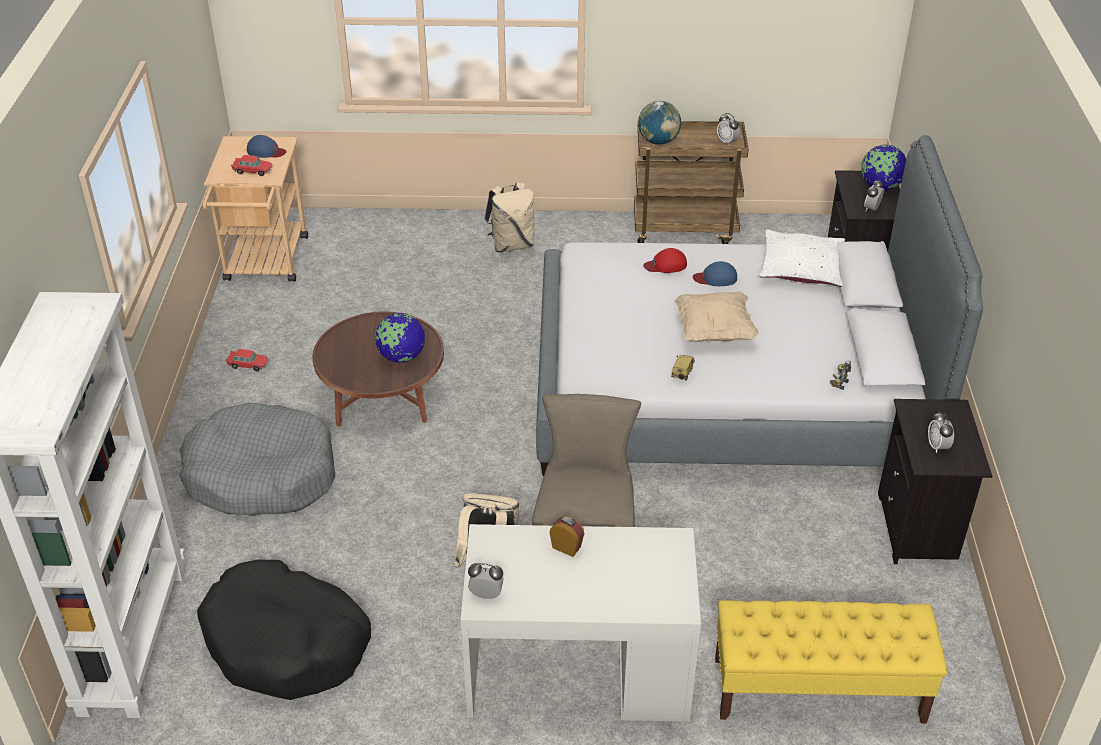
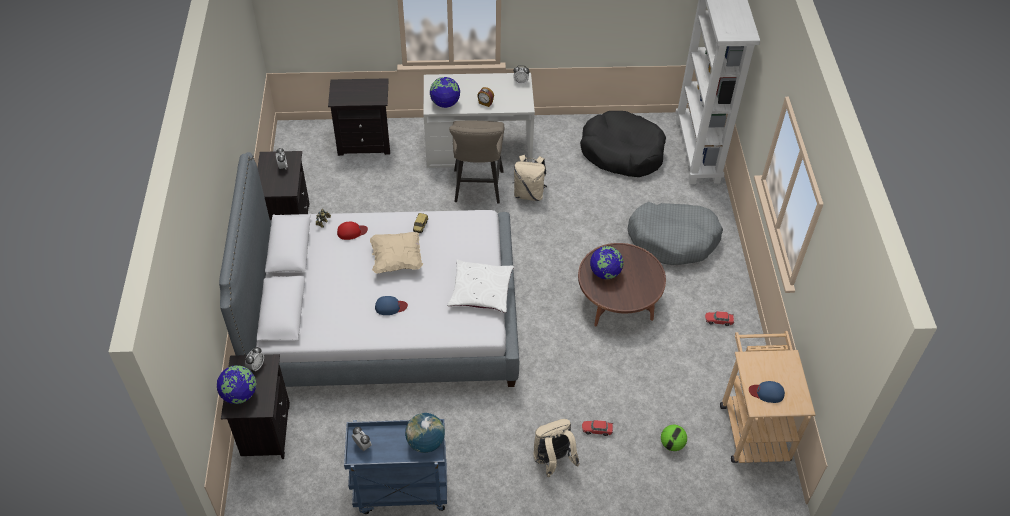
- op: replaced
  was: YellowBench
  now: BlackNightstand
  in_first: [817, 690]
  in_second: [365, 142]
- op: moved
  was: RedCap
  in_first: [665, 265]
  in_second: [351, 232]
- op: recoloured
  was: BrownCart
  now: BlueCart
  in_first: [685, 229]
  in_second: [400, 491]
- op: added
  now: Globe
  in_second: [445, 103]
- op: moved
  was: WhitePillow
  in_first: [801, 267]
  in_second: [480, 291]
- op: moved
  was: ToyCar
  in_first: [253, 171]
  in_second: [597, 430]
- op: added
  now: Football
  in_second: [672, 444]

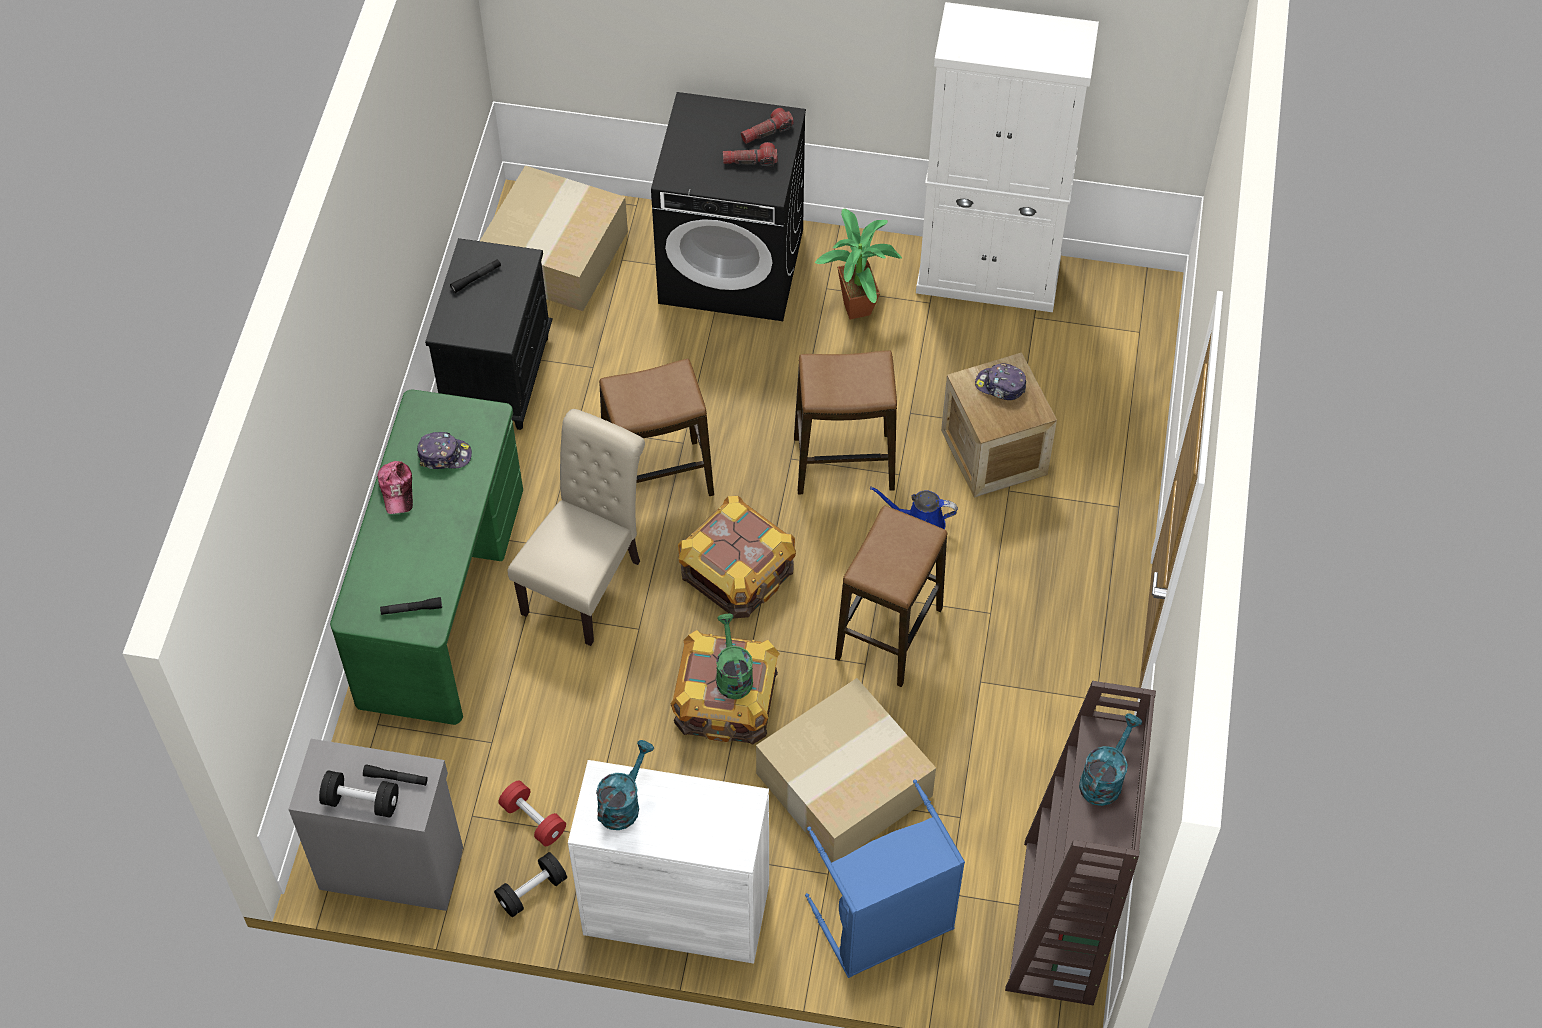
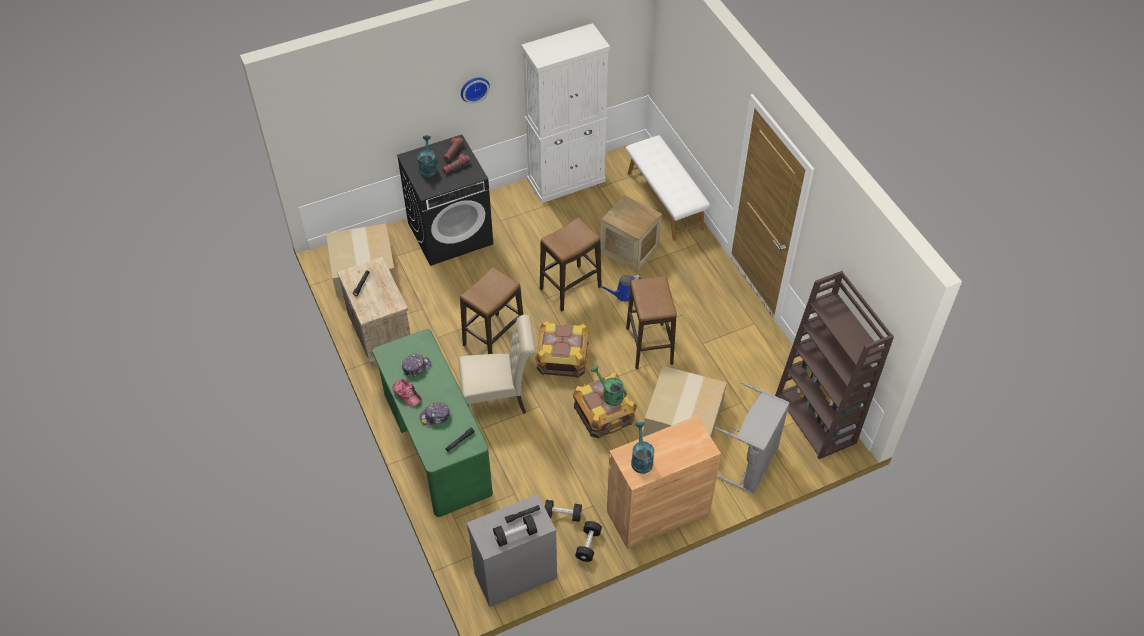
- op: recoloured
  was: BlackNightstand
  now: BeigeNightstand
  in_first: [498, 376]
  in_second: [381, 335]
- op: moved
  was: TurquoiseWateringCan
  in_first: [1104, 778]
  in_second: [427, 167]
- op: moved
  was: Cap
  in_first: [1000, 386]
  in_second: [435, 416]
- op: turned
  was: BeigeChair
  in_first: [587, 581]
  in_second: [499, 400]
  clockwise: 90
- op: added
  now: WallClock
  in_second: [474, 88]
- op: recoloured
  was: RedDumbbell
  now: BlackDumbbell
  in_first: [533, 820]
  in_second: [562, 515]
- op: recoloured
  was: WhiteCabinet
  now: BrownCabinet
  in_first: [676, 909]
  in_second: [658, 512]
- op: added
  now: WhiteBench
  in_second: [665, 200]
- op: recoloured
  was: BlueLaundryBasket
  now: GreyLaundryBasket
  in_first: [886, 926]
  in_second: [750, 464]
- op: removed
  was: PottedPlant
  in_first: [858, 304]

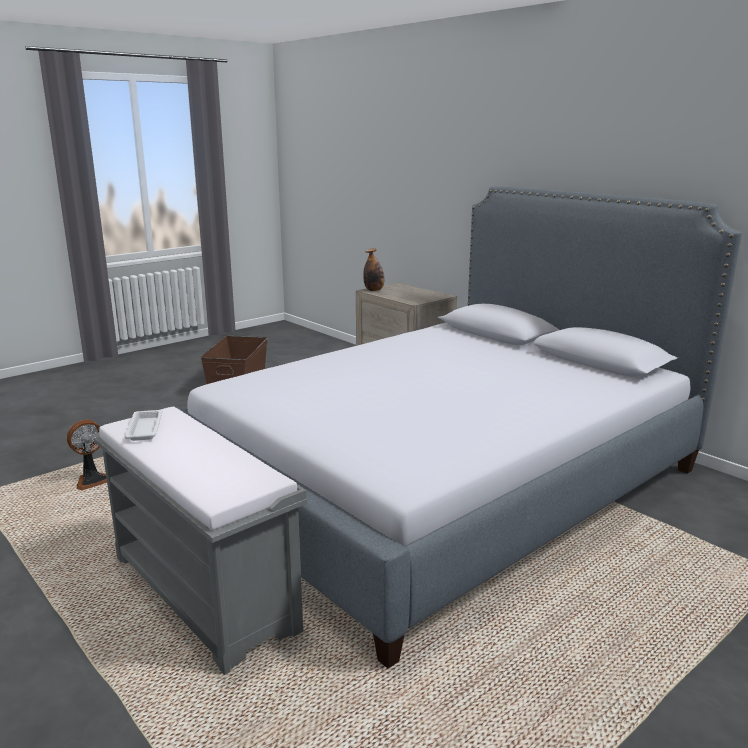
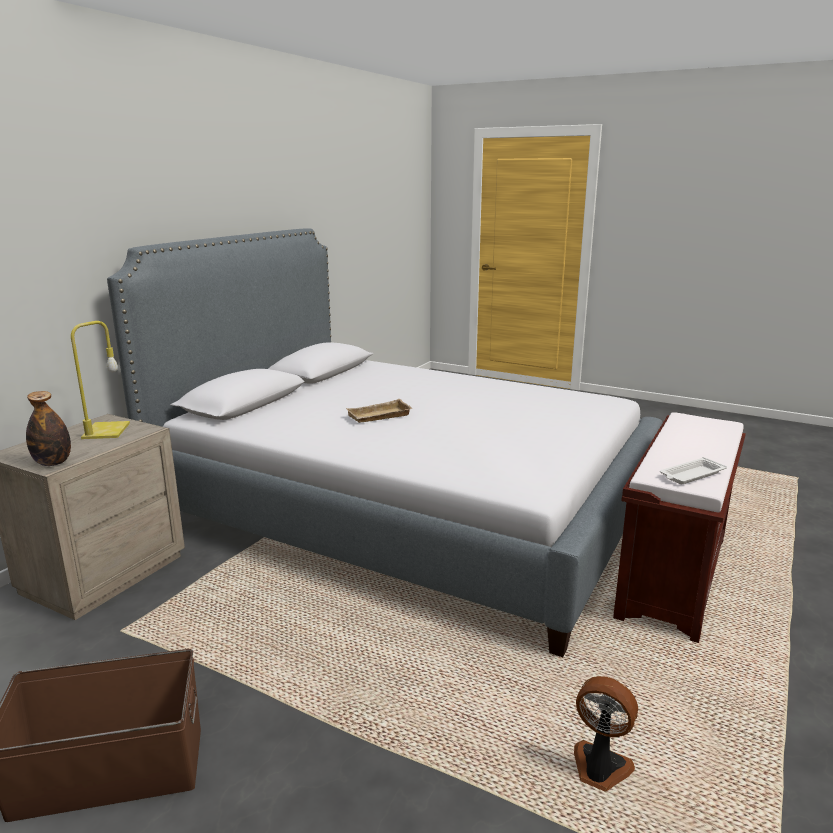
- op: added
  now: YellowTableLamp
  in_second: [106, 431]
- op: added
  now: BeigeTray
  in_second: [379, 416]
- op: recoloured
  was: GreyBench
  now: BrownBench
  in_first: [205, 593]
  in_second: [672, 575]

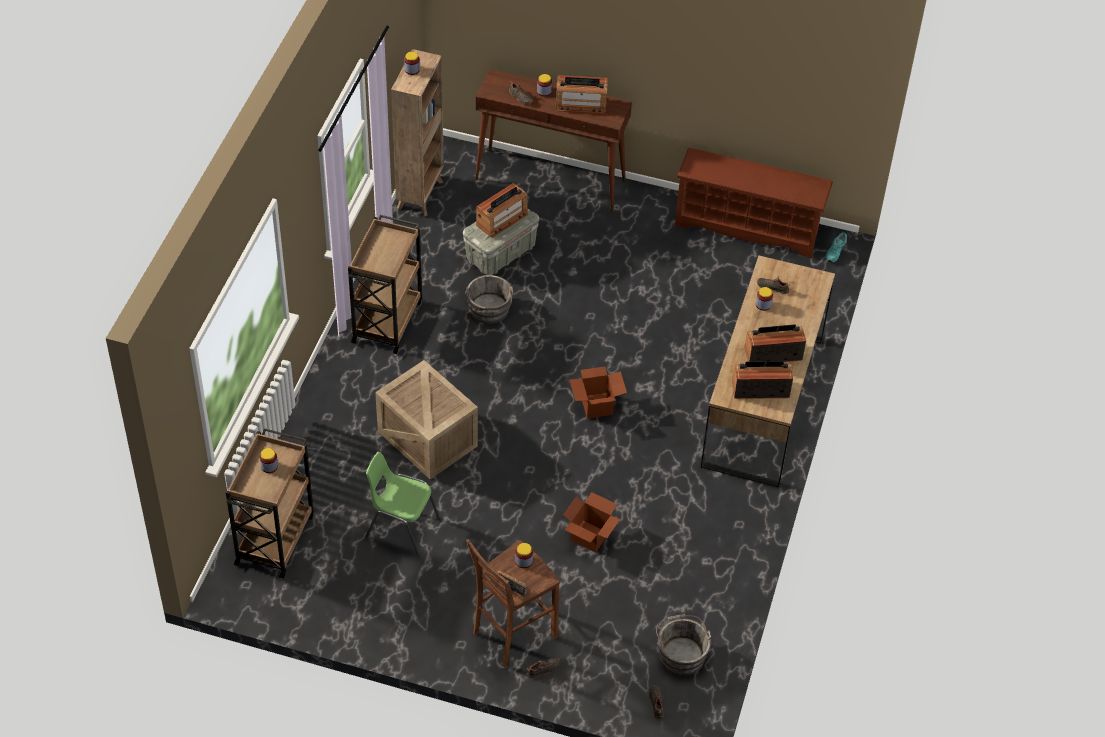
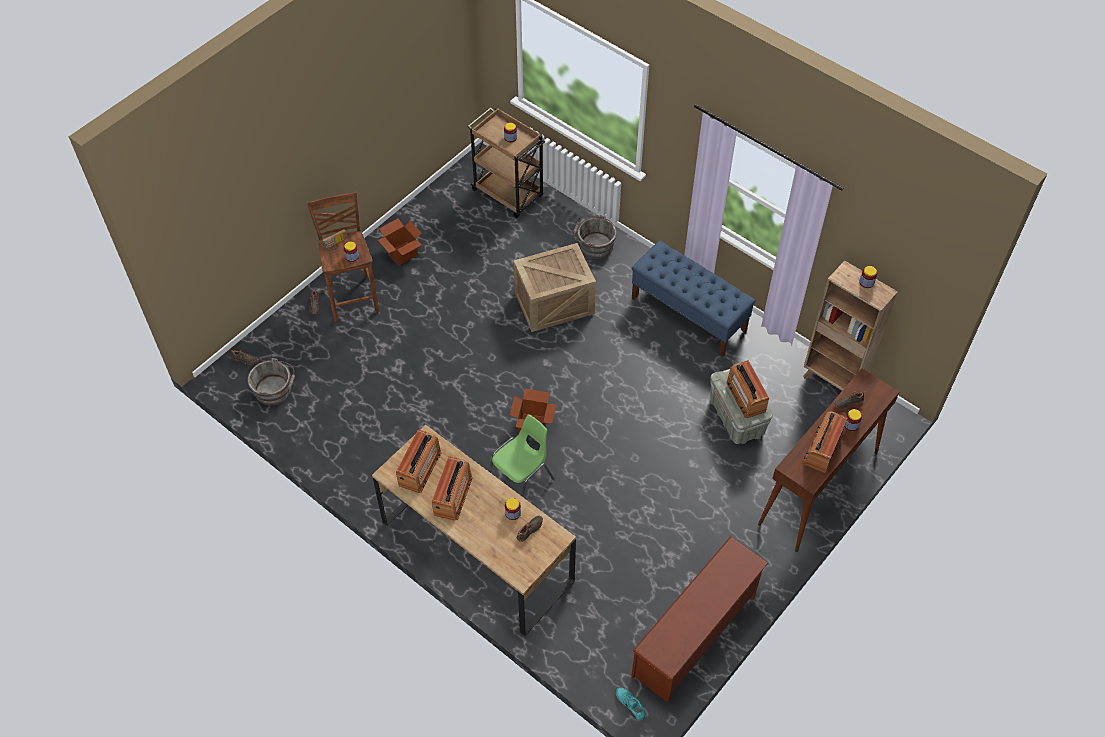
- op: moved
  was: CardboardBox
  in_first: [589, 536]
  in_second: [402, 253]
- op: moved
  was: GreenChair
  in_first: [401, 528]
  in_second: [521, 481]
- op: moved
  was: GreyBucket
  in_first: [489, 311]
  in_second: [594, 245]
- op: replaced
  was: BrownCart
  now: BlueBench
  in_first: [387, 320]
  in_second: [689, 314]

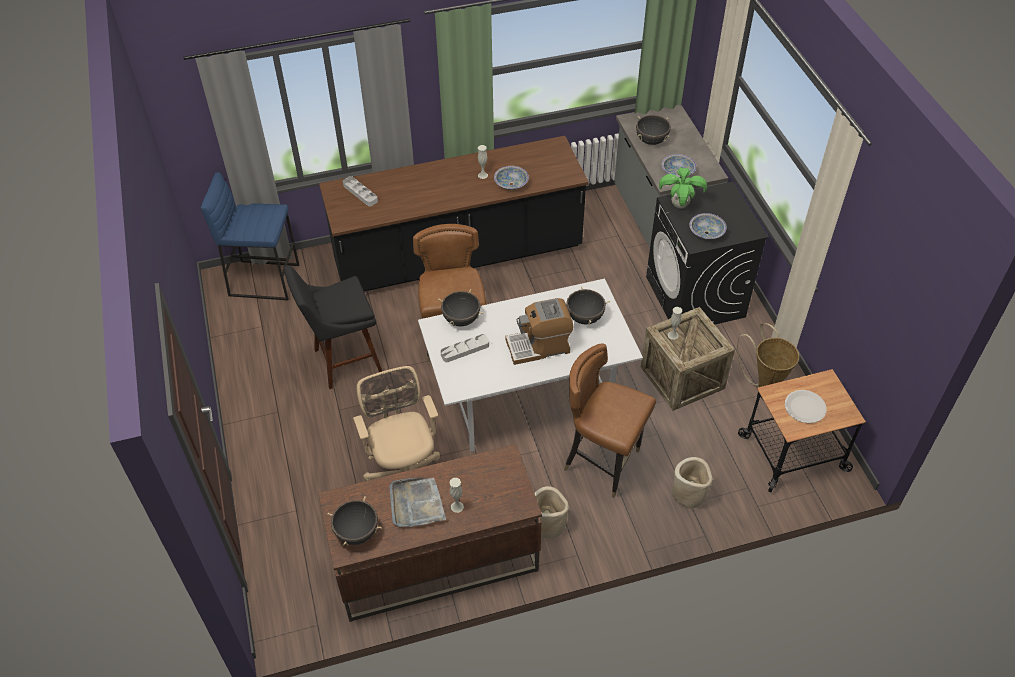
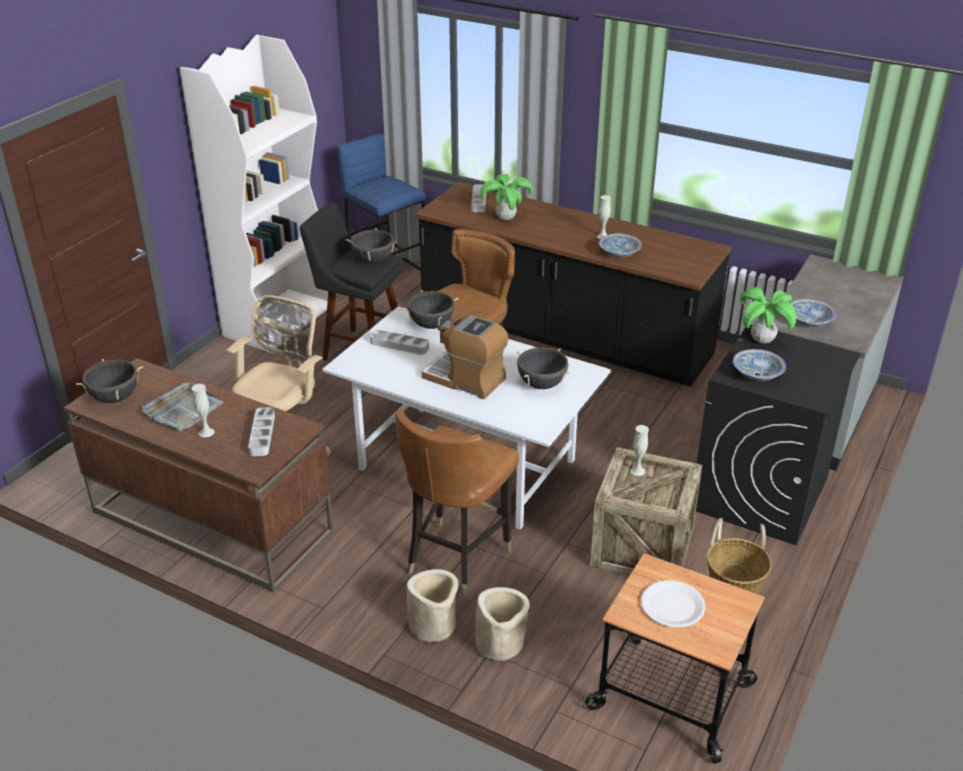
- op: added
  now: WhiteBookcase
  in_second: [279, 320]
- op: added
  now: GreyTray
  in_second: [262, 434]
- op: moved
  was: BlackCookingPot
  in_first: [651, 140]
  in_second: [373, 260]
- op: turned
  was: BrownChair
  in_first: [602, 463]
  in_second: [456, 558]
  clockwise: -135
- op: moved
  was: BeigePlanter
  in_first: [548, 524]
  in_second: [434, 625]
- op: added
  now: PottedPlant
  in_second: [506, 219]

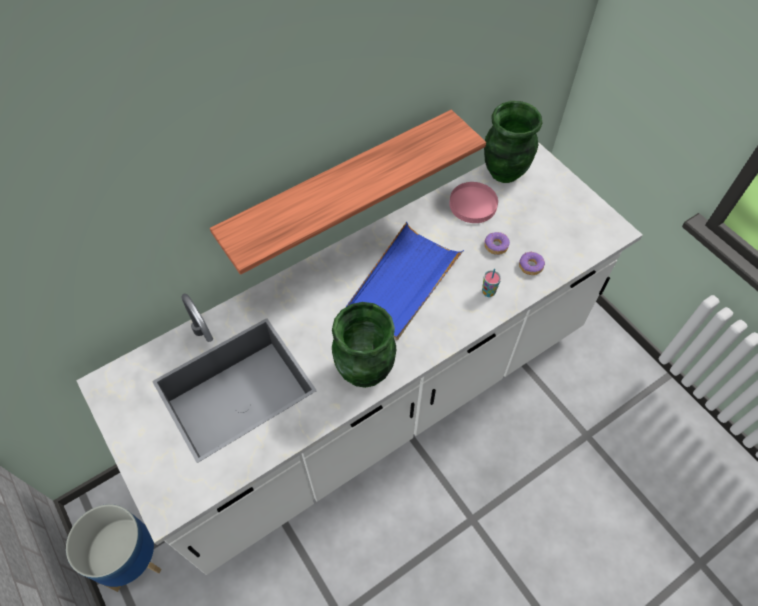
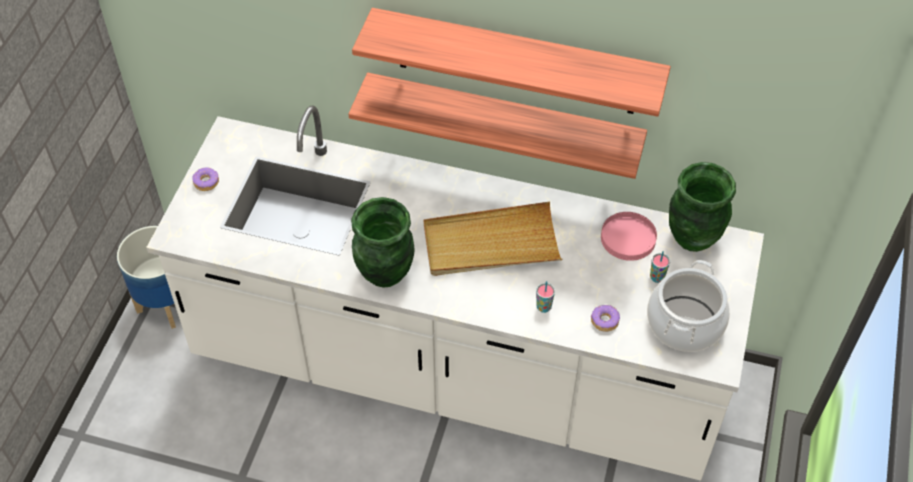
- op: moved
  was: Donut
  in_first: [495, 246]
  in_second: [206, 182]
- op: added
  now: Shelf
  in_second: [516, 62]
- op: recoloured
  was: BlueTray
  now: BeigeTray
  in_first: [403, 283]
  in_second: [490, 244]
- op: added
  now: CookingPot
  in_second: [685, 323]
- op: added
  now: Cup
  in_second: [657, 277]

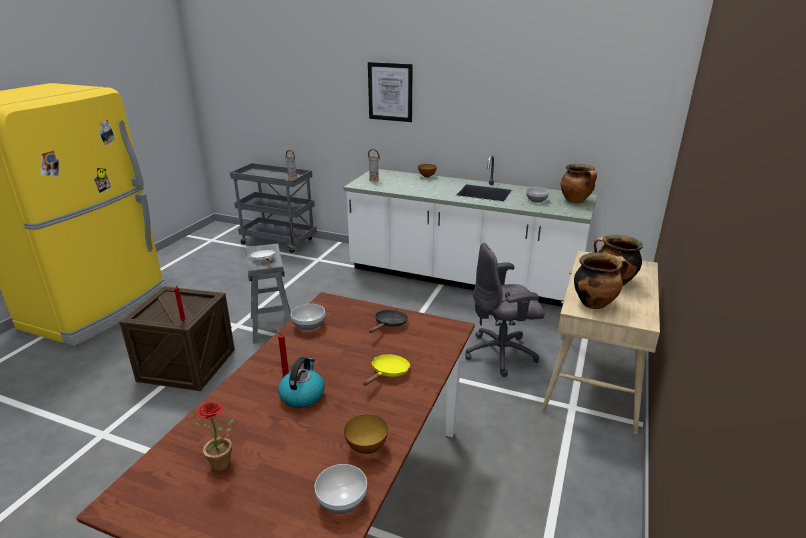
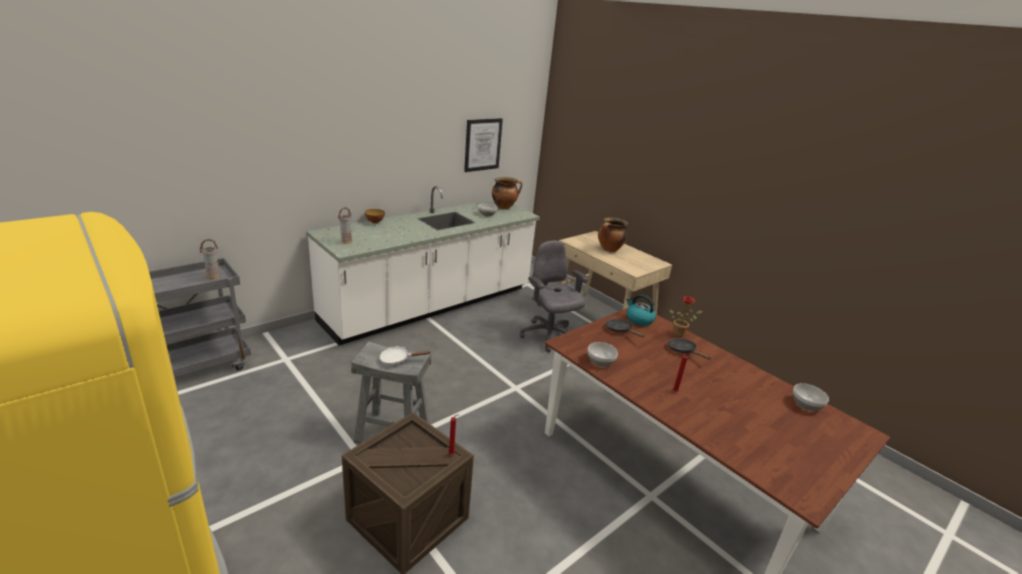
- op: moved
  was: Picture
  in_first: [390, 92]
  in_second: [482, 144]
- op: turned
  was: GreyOfficeChair
  in_first: [502, 354]
  in_second: [548, 336]
  clockwise: 135
- op: moved
  was: Kettle
  in_first: [302, 395]
  in_second: [638, 319]
- op: recoloured
  was: YellowFryingPan
  now: BlackFryingPan
  in_first: [388, 373]
  in_second: [683, 351]
- op: moved
  was: PottedPlant
  in_first: [223, 467]
  in_second: [680, 334]
- op: removed
  was: Bowl
  in_first: [366, 448]
- op: removed
  was: CookingPot
  in_first: [594, 303]

